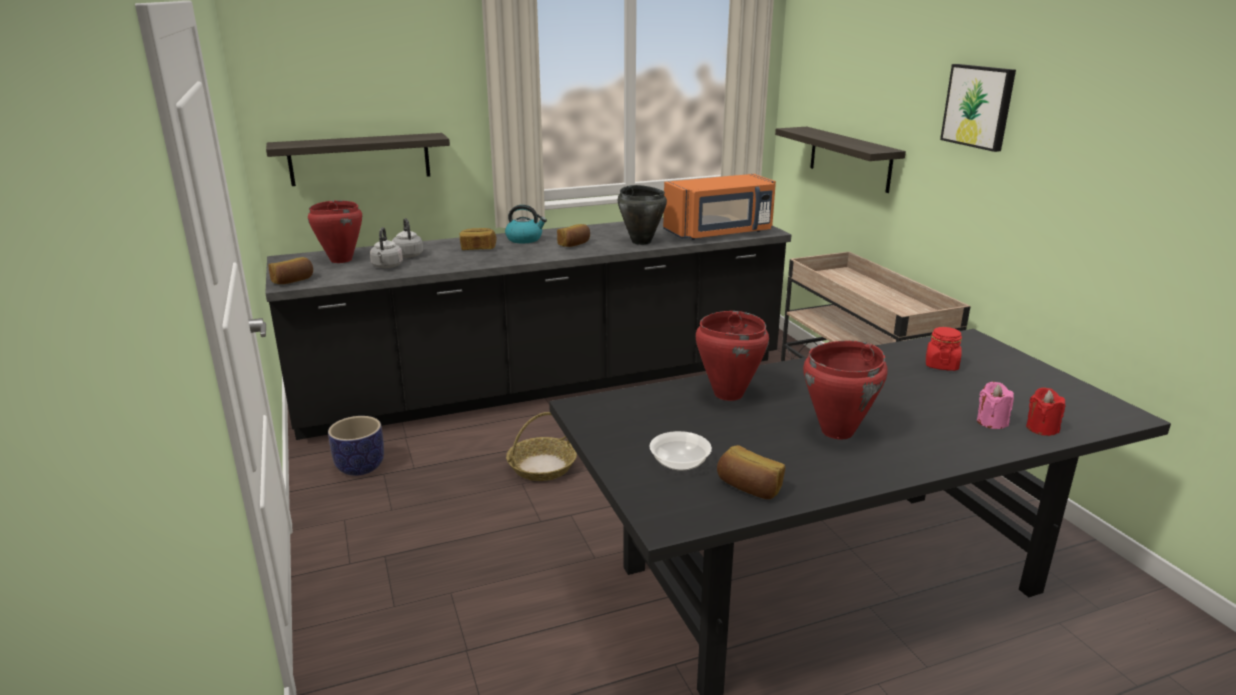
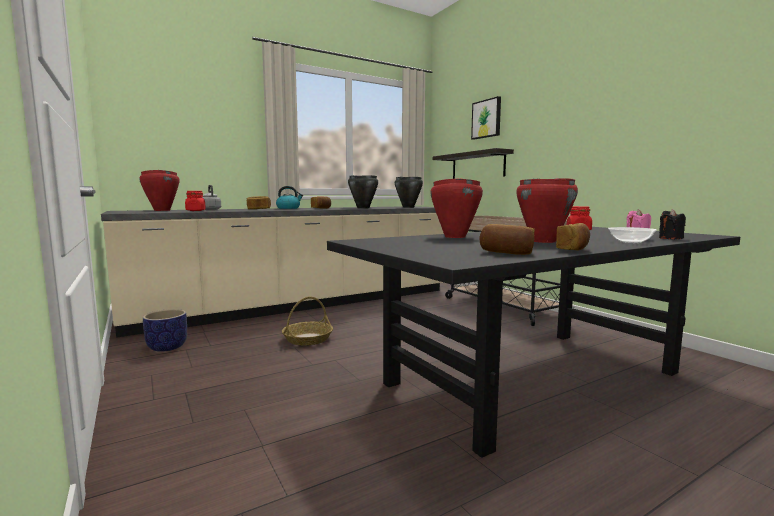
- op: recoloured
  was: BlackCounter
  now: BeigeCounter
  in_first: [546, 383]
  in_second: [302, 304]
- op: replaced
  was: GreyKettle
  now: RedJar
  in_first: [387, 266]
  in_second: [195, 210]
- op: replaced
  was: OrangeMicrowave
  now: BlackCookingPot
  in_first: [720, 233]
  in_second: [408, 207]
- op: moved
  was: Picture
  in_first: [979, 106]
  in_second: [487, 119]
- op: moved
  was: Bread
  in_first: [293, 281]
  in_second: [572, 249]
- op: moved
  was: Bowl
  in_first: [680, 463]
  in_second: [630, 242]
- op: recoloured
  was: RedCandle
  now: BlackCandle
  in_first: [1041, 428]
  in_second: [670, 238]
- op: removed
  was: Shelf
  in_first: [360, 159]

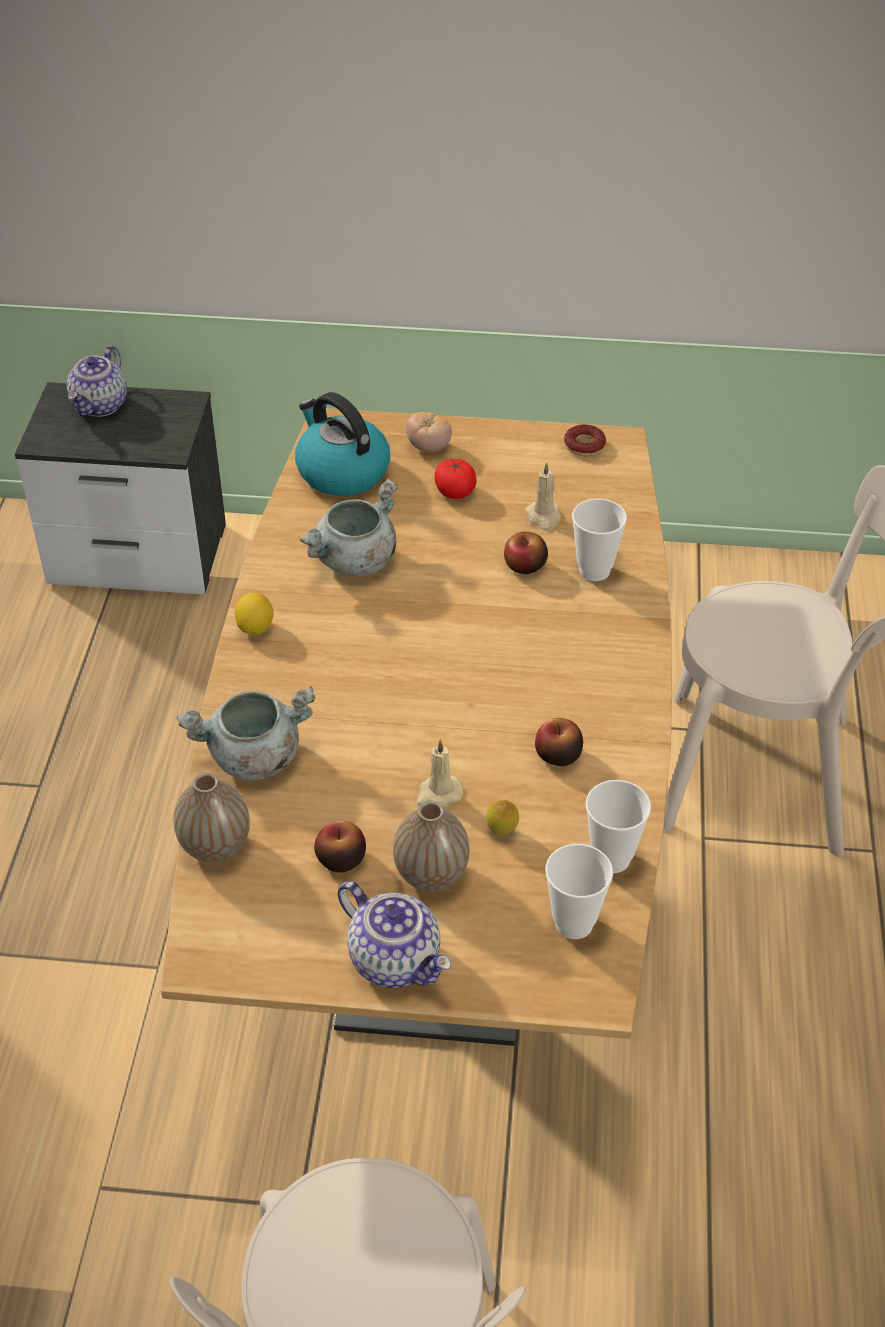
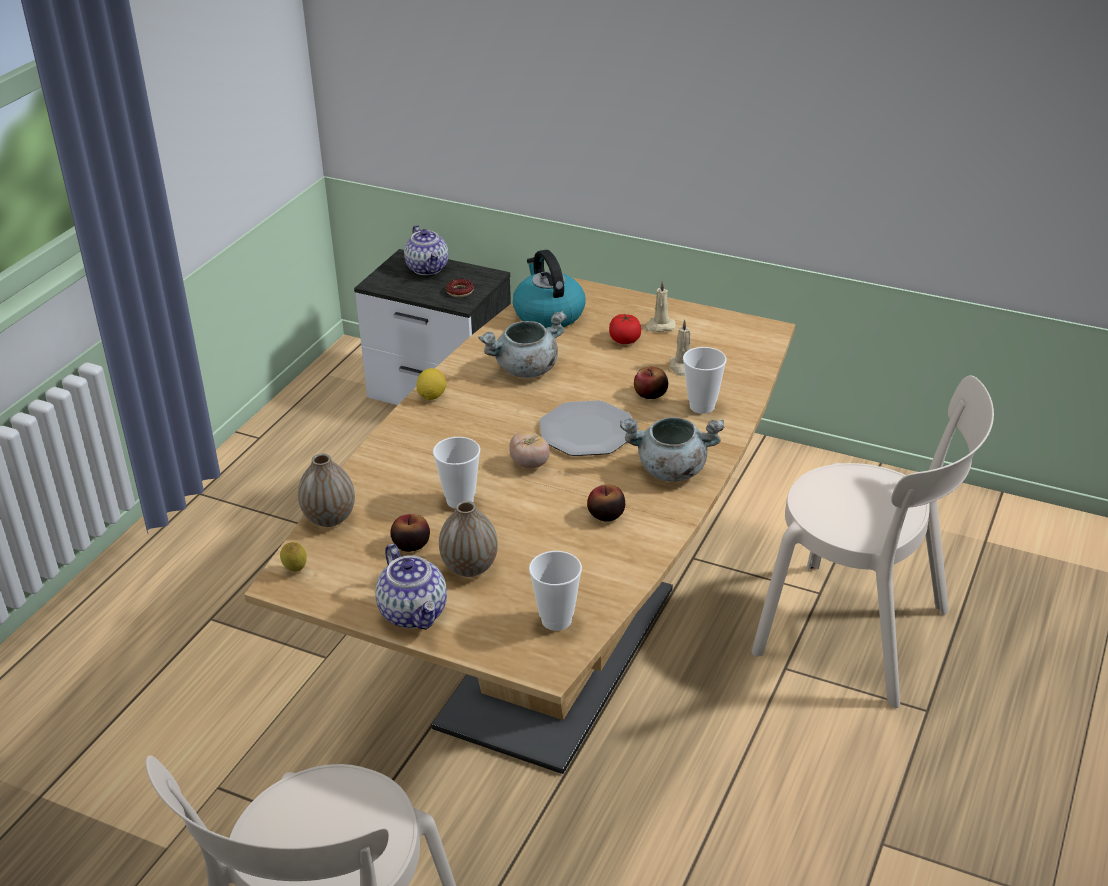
- op: moved
  was: Lemon
  in_first: [501, 832]
  in_second: [295, 570]
- op: turned
  was: Teapot
  in_first: [100, 406]
  in_second: [428, 268]
  clockwise: -60
- op: moved
  was: Cup
  in_first: [611, 858]
  in_second: [460, 500]
- op: moved
  was: Donut
  in_first: [584, 445]
  in_second: [460, 291]
- op: moved
  was: Tomato
  in_first: [428, 447]
  in_second: [529, 464]
- op: added
  now: Plate
  in_second: [586, 431]
- op: moved
  was: GreyCookingPot
  in_first: [253, 758]
  in_second: [670, 470]
- op: moved
  was: BeigeCandle
  in_first: [438, 794]
  in_second: [659, 326]

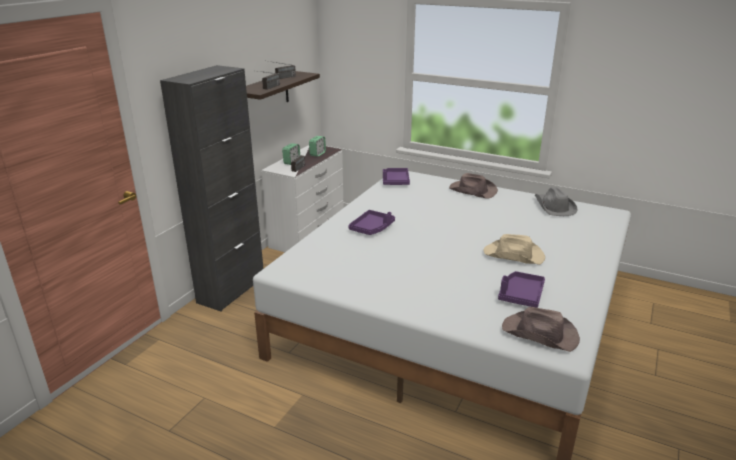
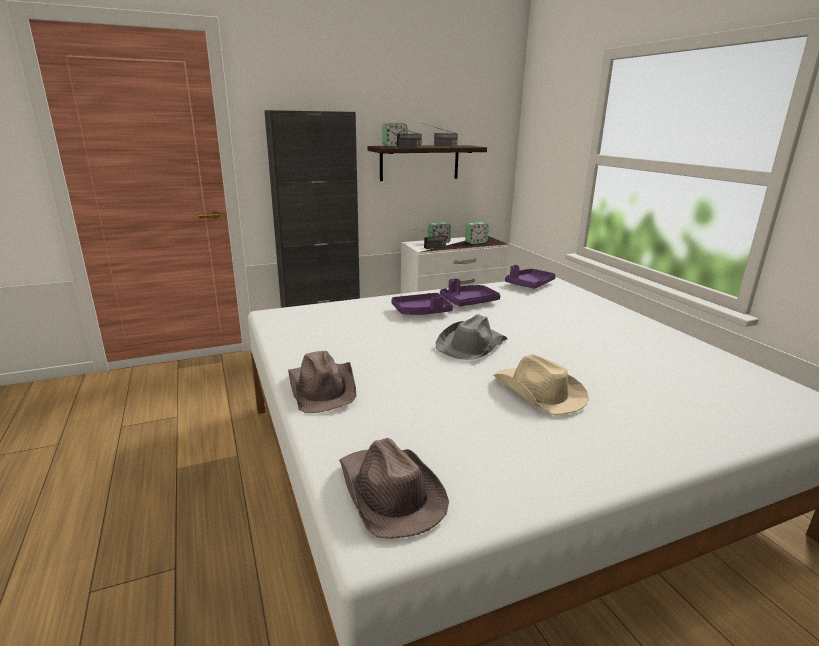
- op: moved
  was: BrownHat
  in_first: [472, 190]
  in_second: [323, 388]
- op: added
  now: AlarmClock
  in_second: [394, 146]
- op: moved
  was: GreyHat
  in_first: [554, 207]
  in_second: [471, 345]
- op: moved
  was: PurpleTray
  in_first: [520, 295]
  in_second: [468, 302]

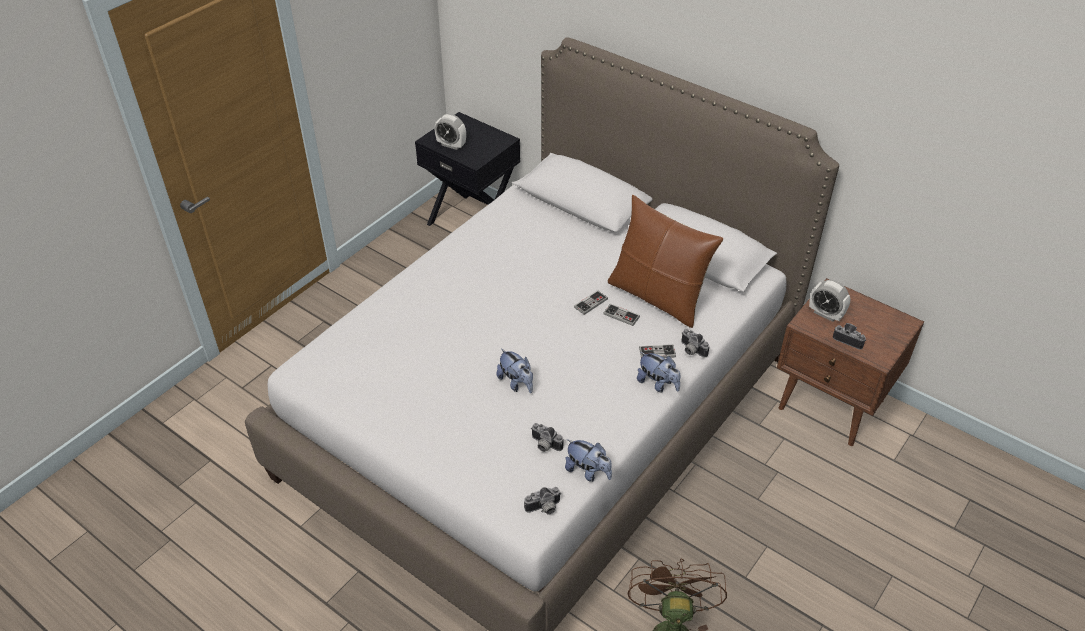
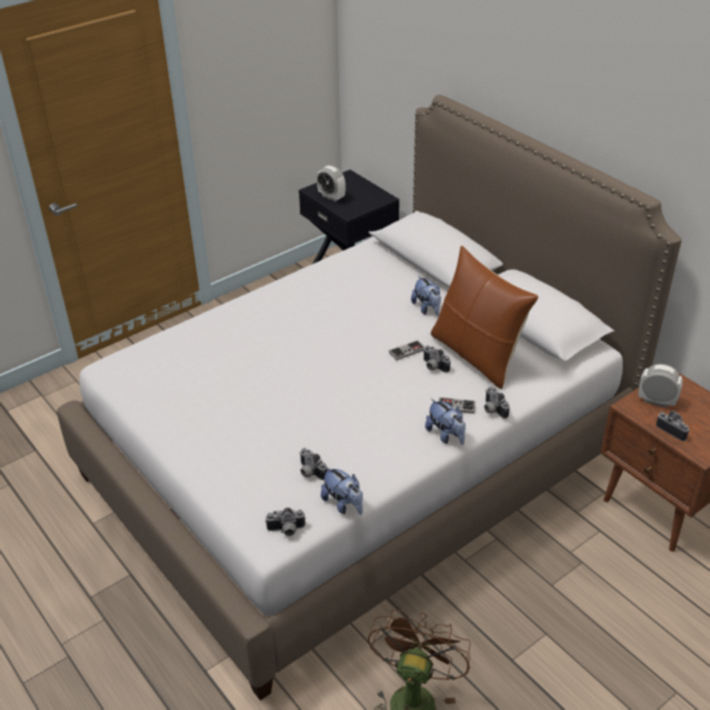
- op: moved
  was: PlushToy
  in_first: [516, 383]
  in_second: [427, 309]
- op: replaced
  was: GameController
  now: PhotoCamera
  in_first: [621, 315]
  in_second: [433, 367]
- op: turned
  was: AlarmClock
  in_first: [825, 314]
  in_second: [656, 401]
  clockwise: 150

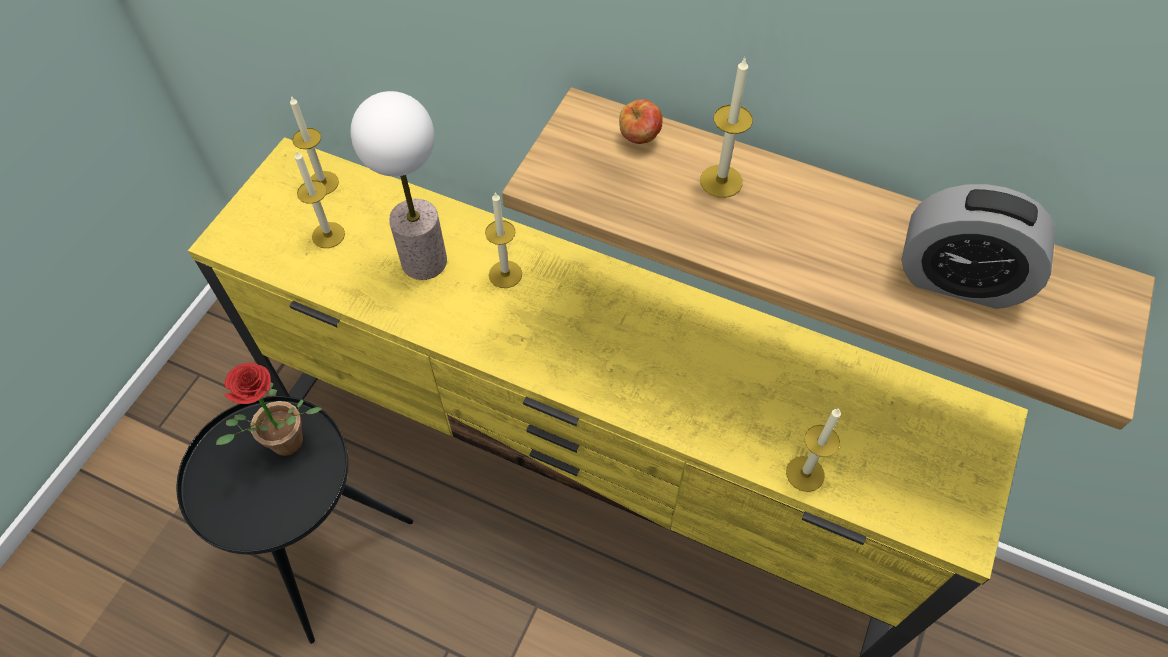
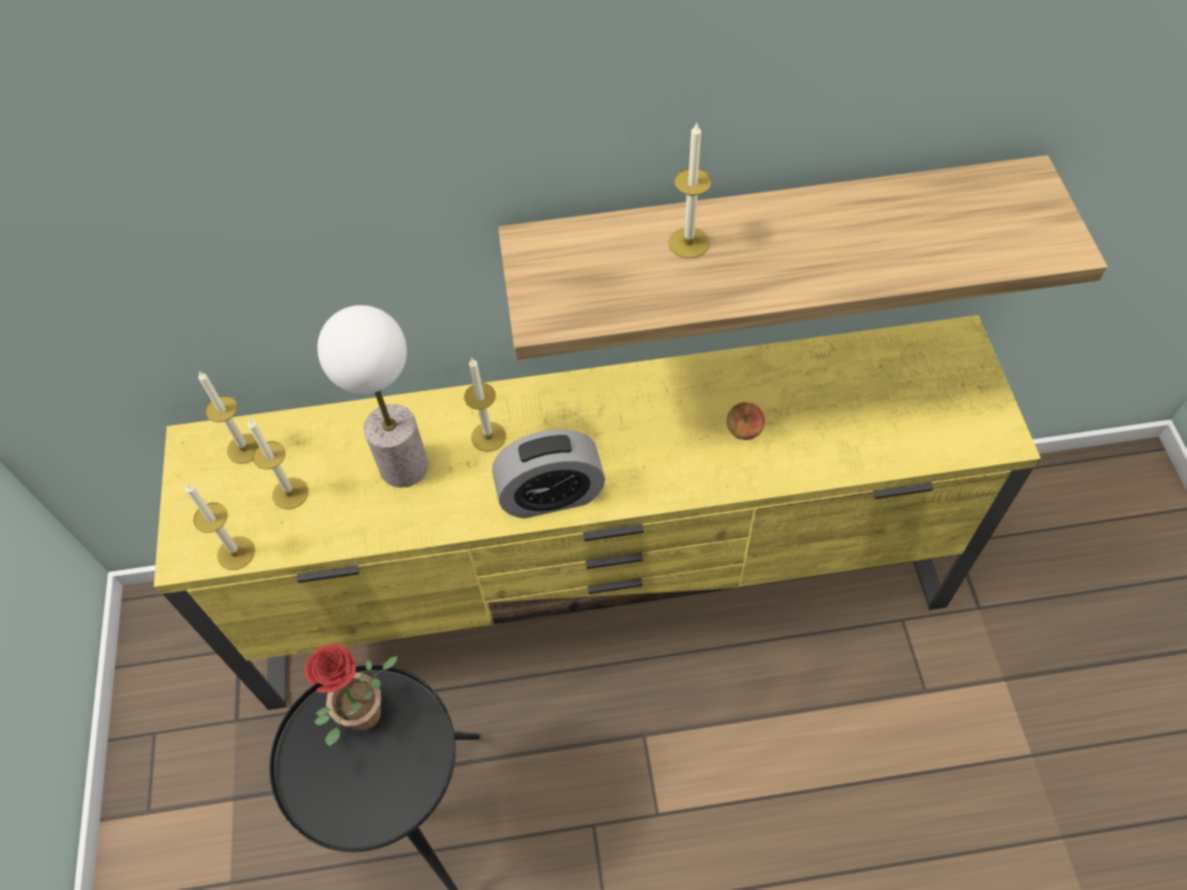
- op: moved
  was: Candle
  in_first: [805, 473]
  in_second: [236, 553]
- op: moved
  was: AlarmClock
  in_first: [958, 279]
  in_second: [551, 496]
- op: moved
  was: Apple
  in_first: [640, 138]
  in_second: [744, 431]

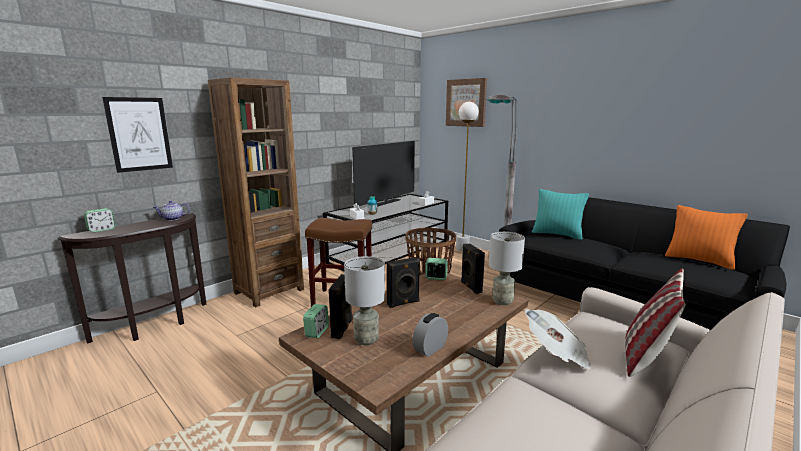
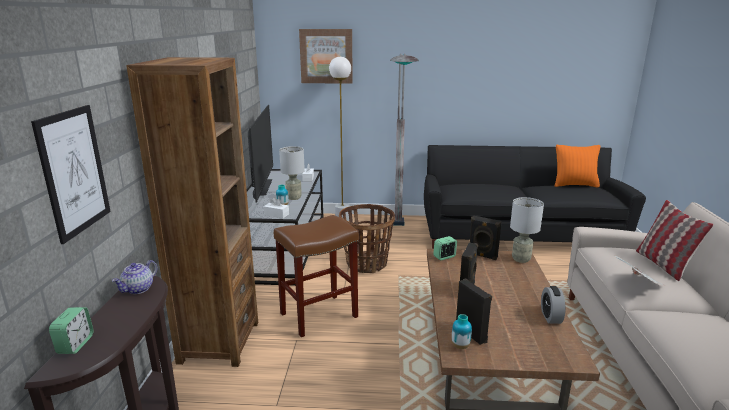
- op: moved
  was: GreyTableLamp
  in_first: [366, 340]
  in_second: [294, 198]
- op: replaced
  was: AlarmClock
  now: Vase
  in_first: [317, 332]
  in_second: [460, 346]
- op: removed
  was: TurquoisePillow
  in_first: [557, 234]

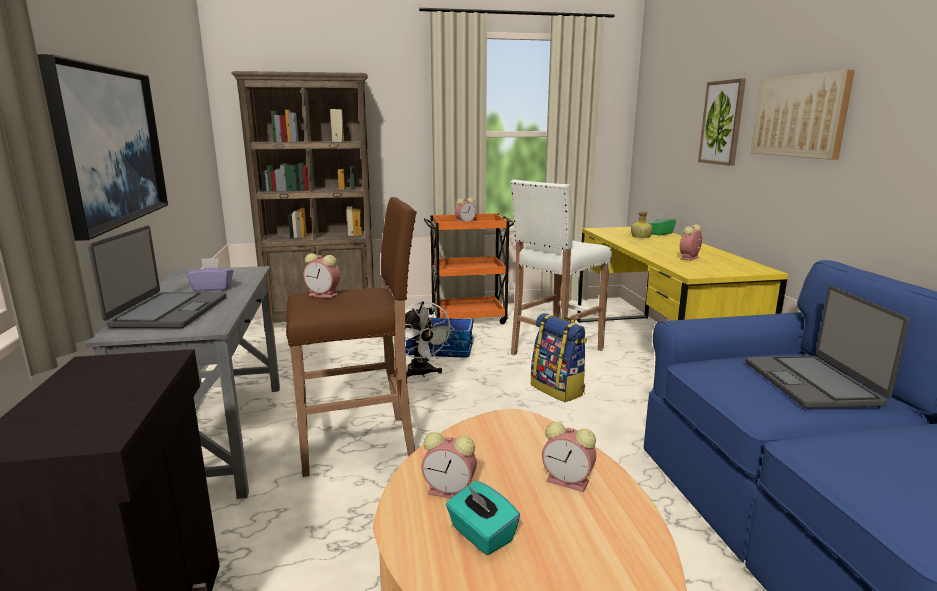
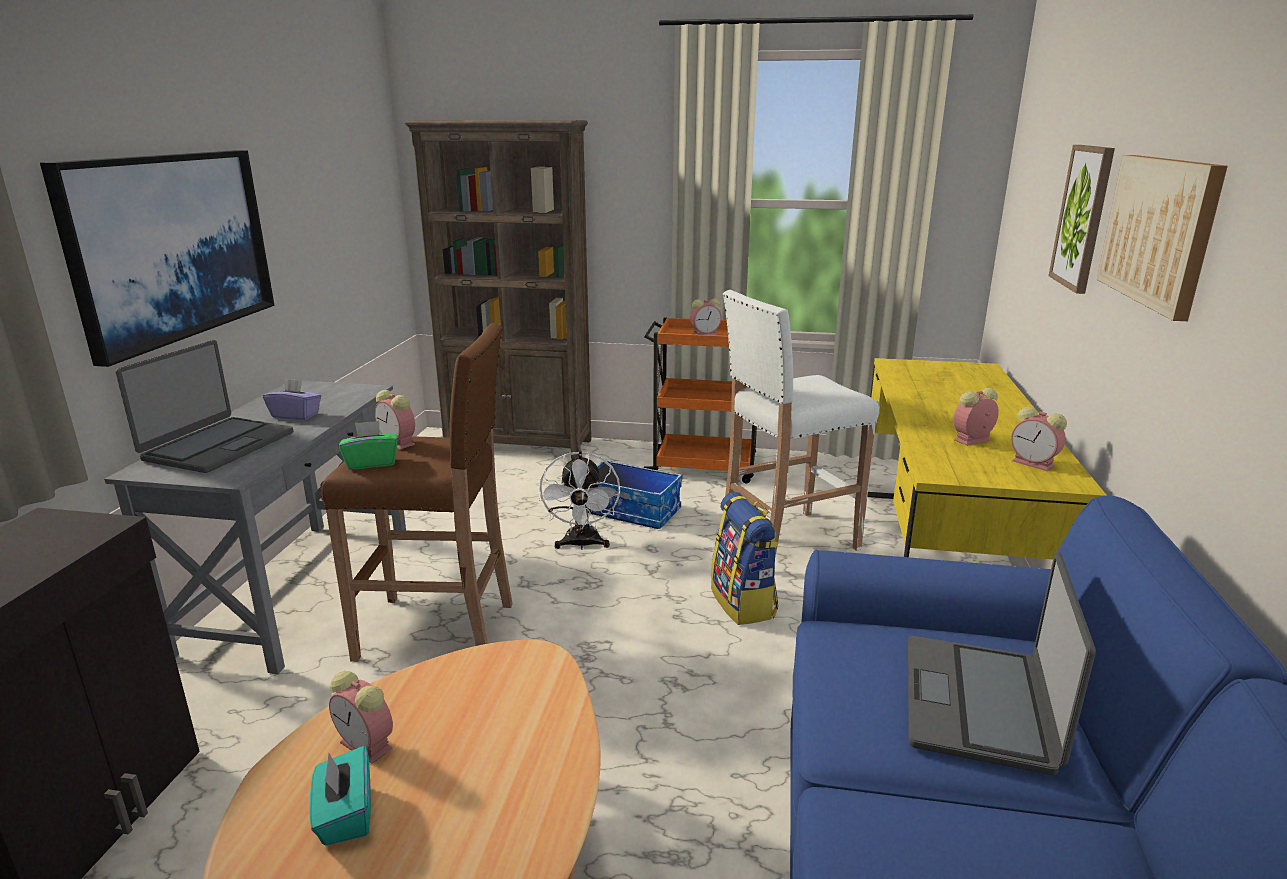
- op: moved
  was: GreenTissueBox
  in_first: [660, 233]
  in_second: [372, 463]
- op: moved
  was: AlarmClock
  in_first: [569, 481]
  in_second: [1035, 464]
- op: removed
  was: Bottle
  in_first: [640, 236]

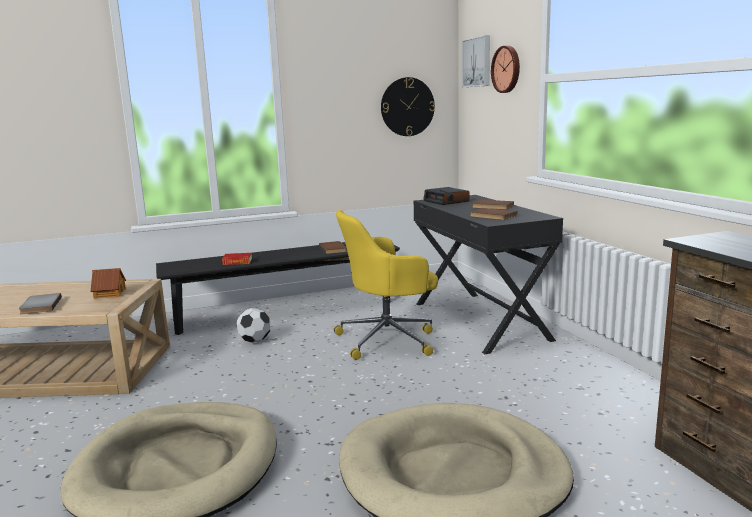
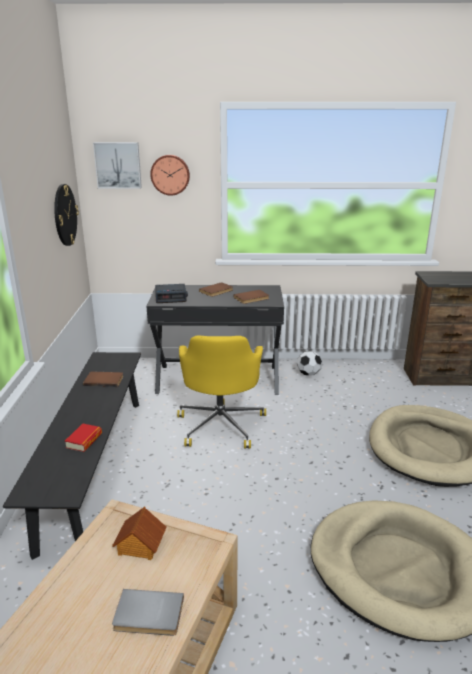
- op: moved
  was: Football
  in_first: [255, 341]
  in_second: [308, 374]

